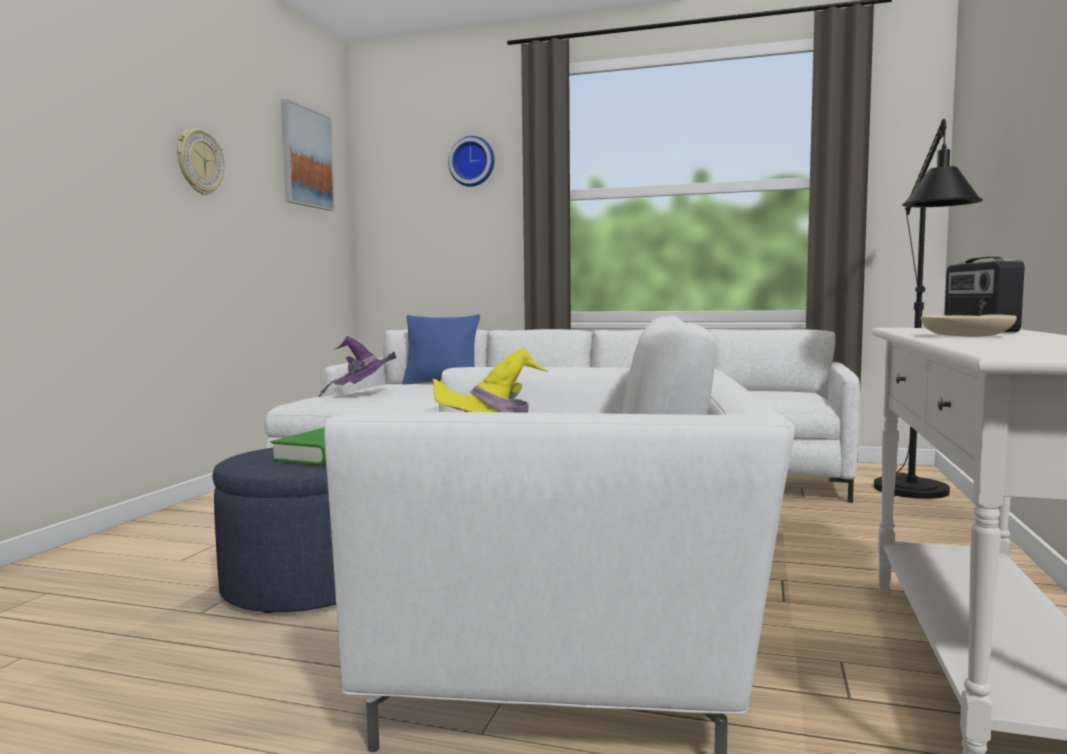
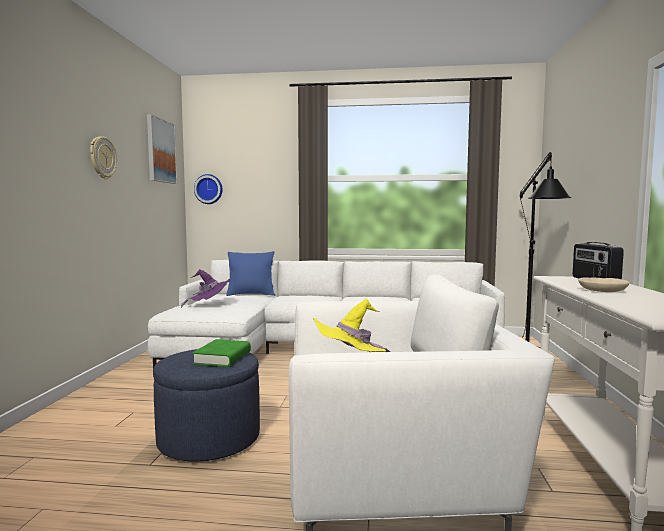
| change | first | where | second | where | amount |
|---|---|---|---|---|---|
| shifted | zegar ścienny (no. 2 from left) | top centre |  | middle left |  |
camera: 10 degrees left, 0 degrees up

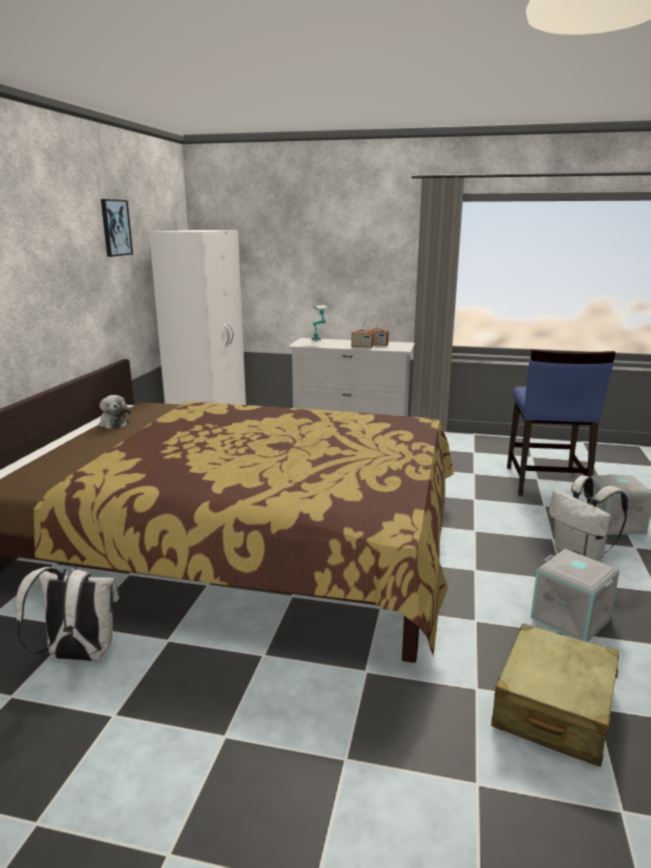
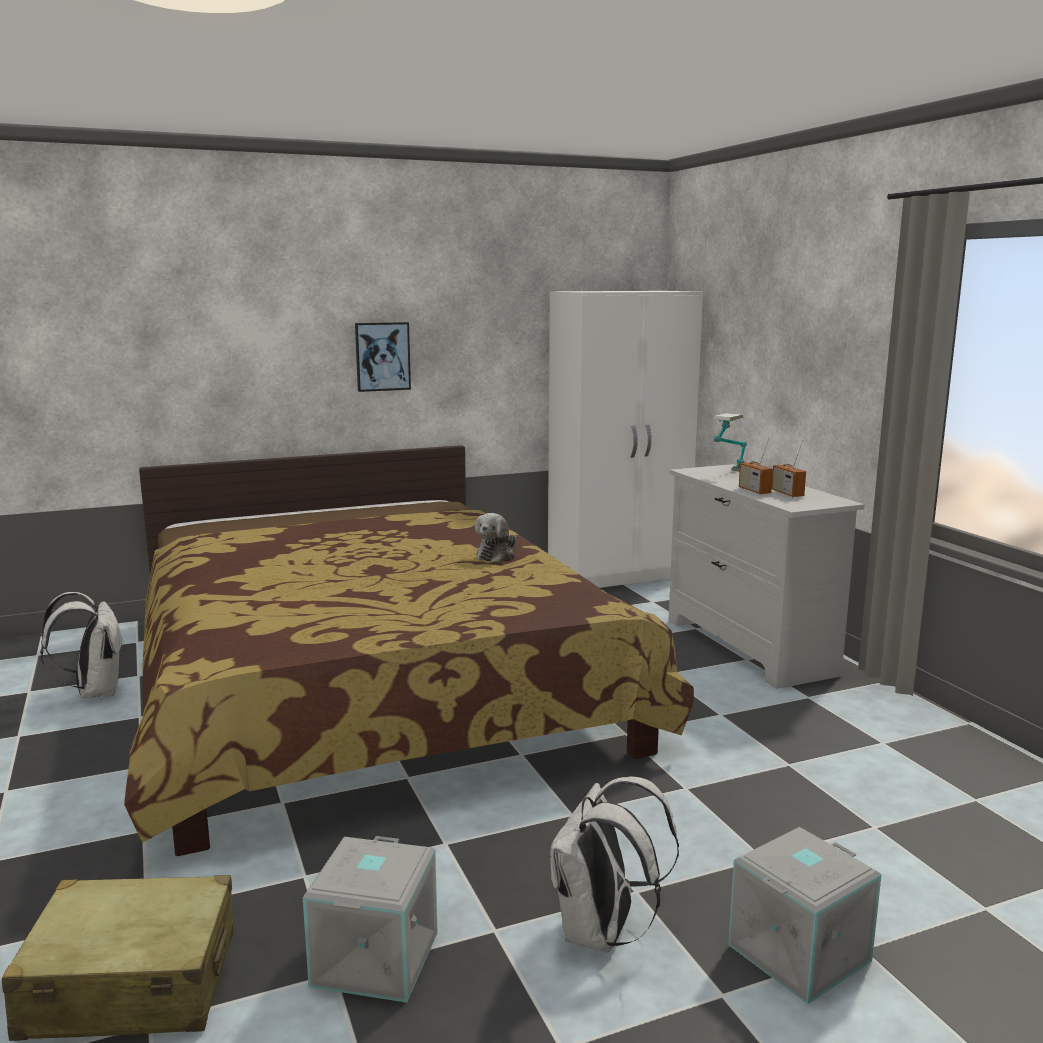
| change | first | where | second | where | amount |
|---|---|---|---|---|---|
| shifted | obraz | top left |  | centre |  |
| gone | krzesło [niebieski] | middle right |  |  |  |
| shifted | pluszak | middle left |  | centre |  |
camera: 55 degrees right, 5 degrees down

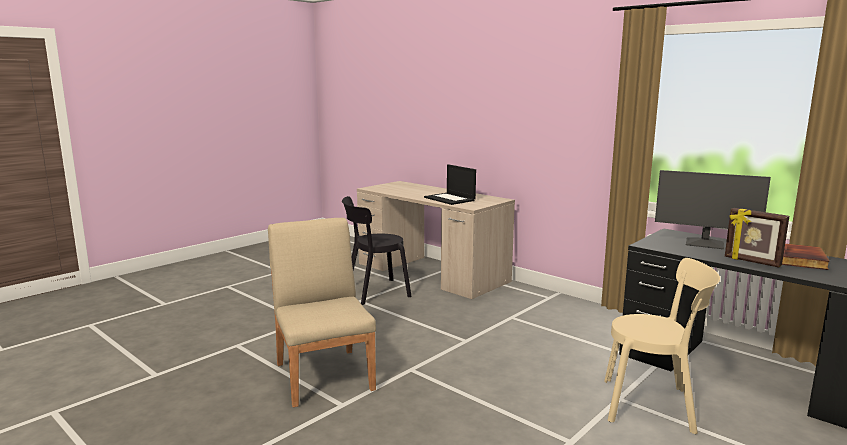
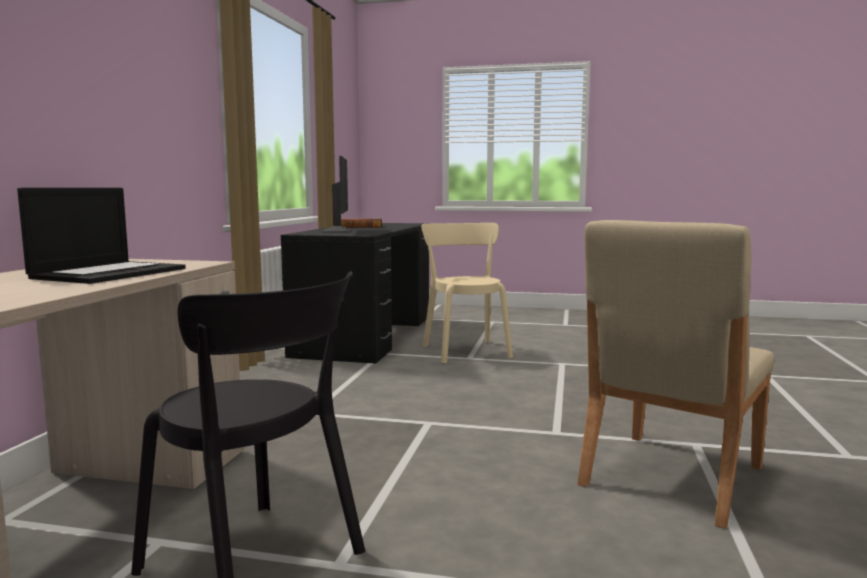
| change | first | where | second | where | amount |
|---|---|---|---|---|---|
| gone | ramka na zdjęcie | middle right |  |  |  |
camera: 120 degrees left, 5 degrees down

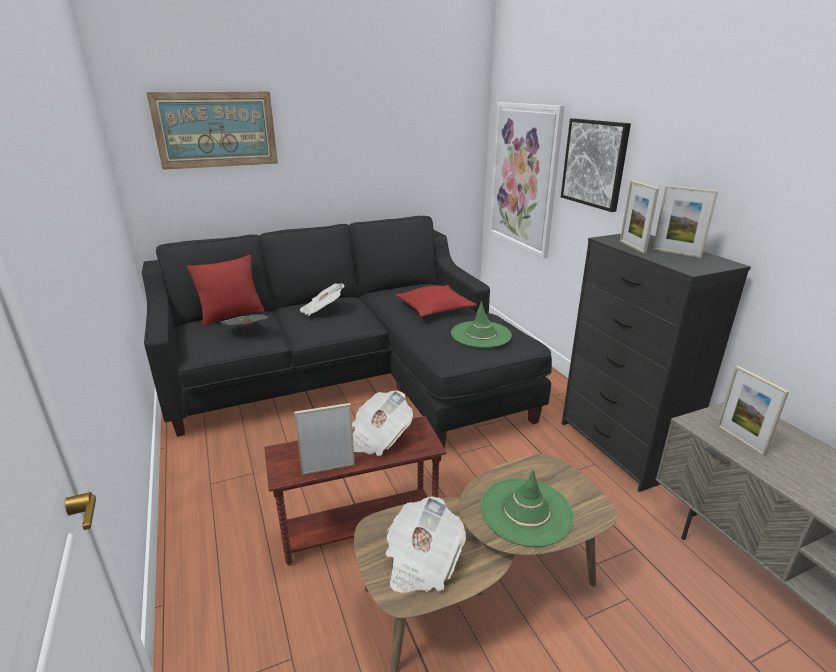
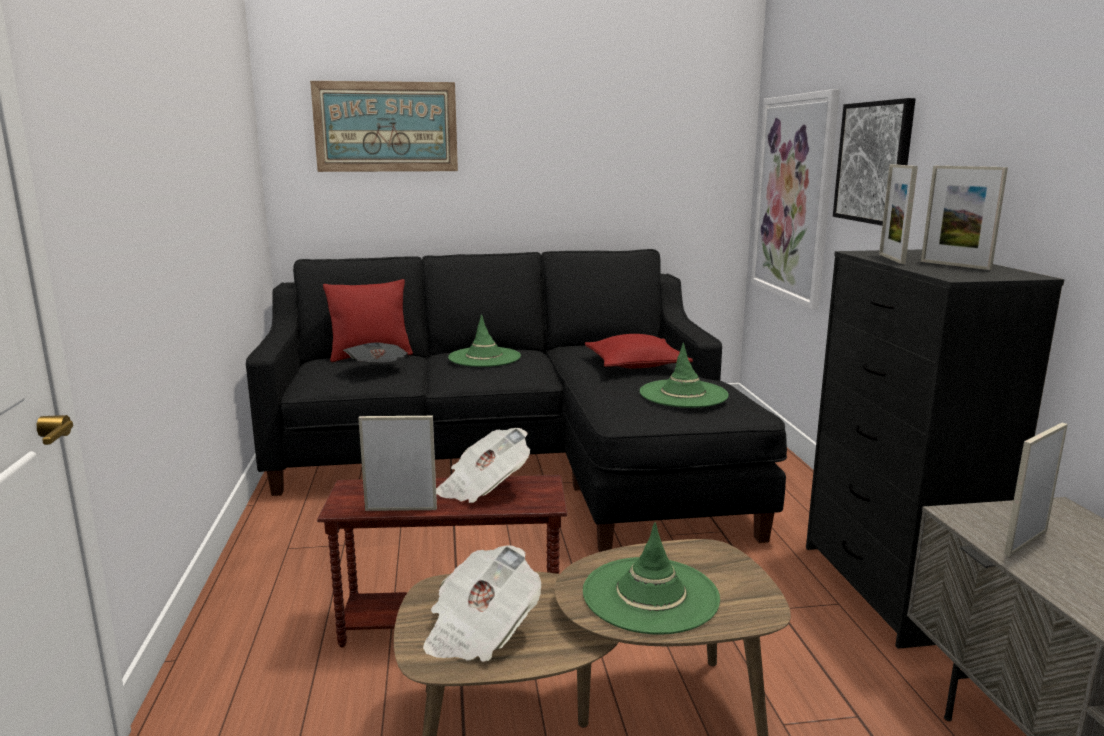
| change | first | where | second | where | amount |
|---|---|---|---|---|---|
| swapped | gazeta (no. 2 from left) | centre | kapelusz [zielony] (no. 1 from left) | centre |  |
| rotated | ramka na zdjęcie (no. 4 from left) | middle right |  | middle right | 60 degrees clockwise |
camera: 15 degrees right, 10 degrees down

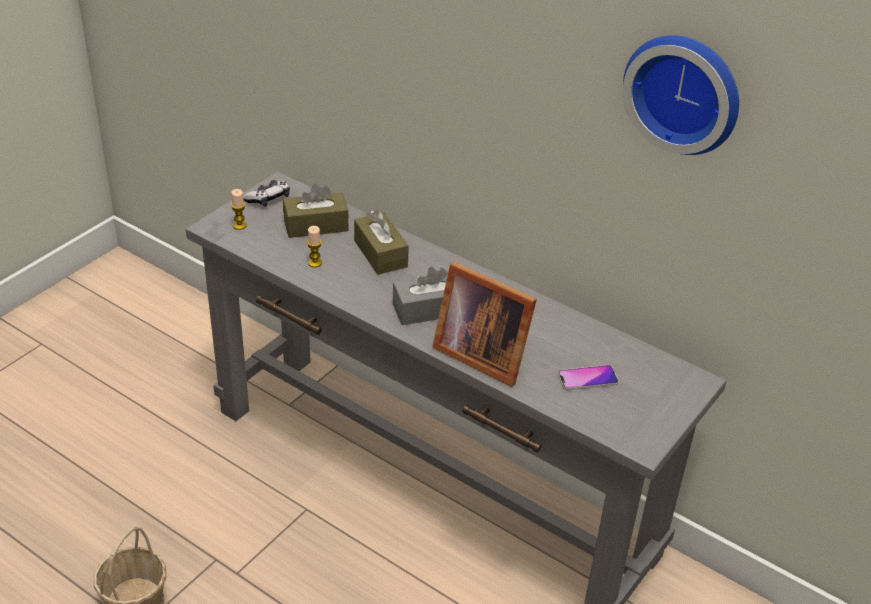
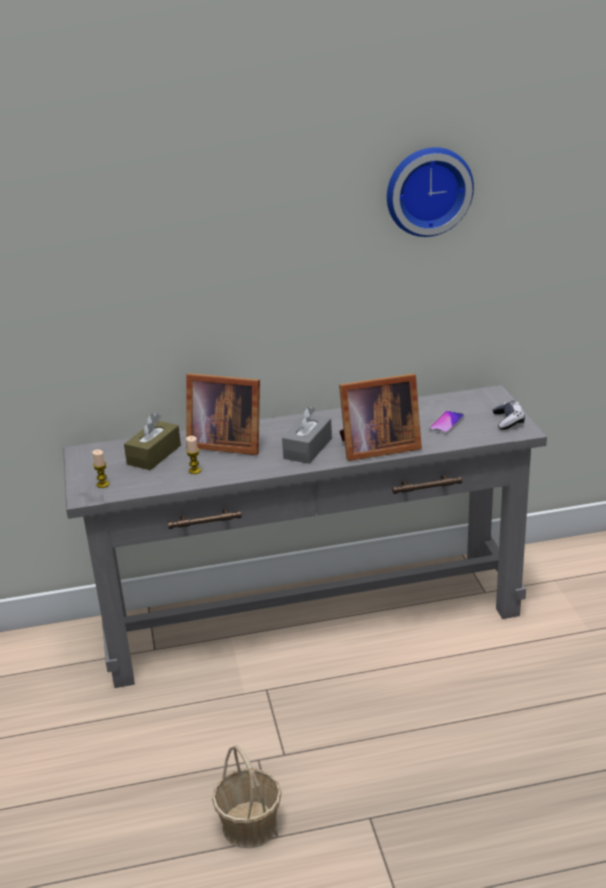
| change | first | where | second | where | amount |
|---|---|---|---|---|---|
| shifted | pad do gier | top left |  | middle right |  |
| swapped | pudełko chusteczek [brązowy] (no. 2 from left) | centre | ramka na zdjęcie (no. 1 from left) | centre |  |
camera: 45 degrees left, 10 degrees down

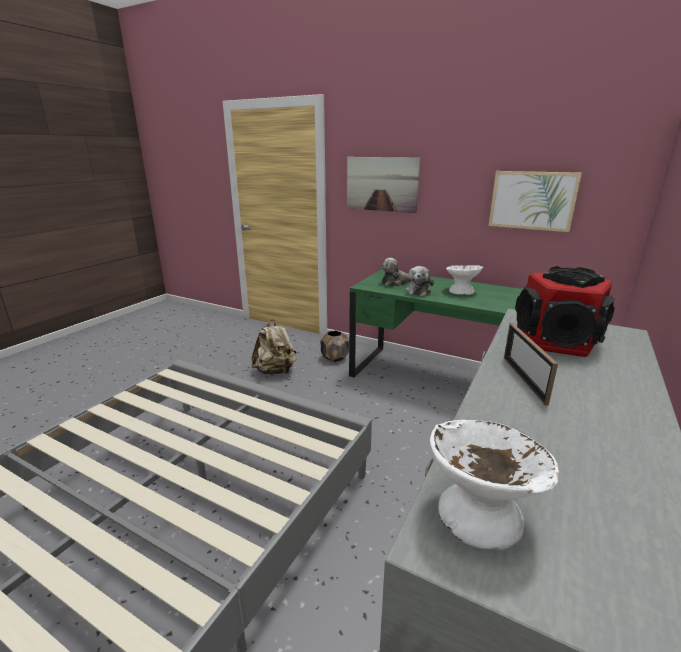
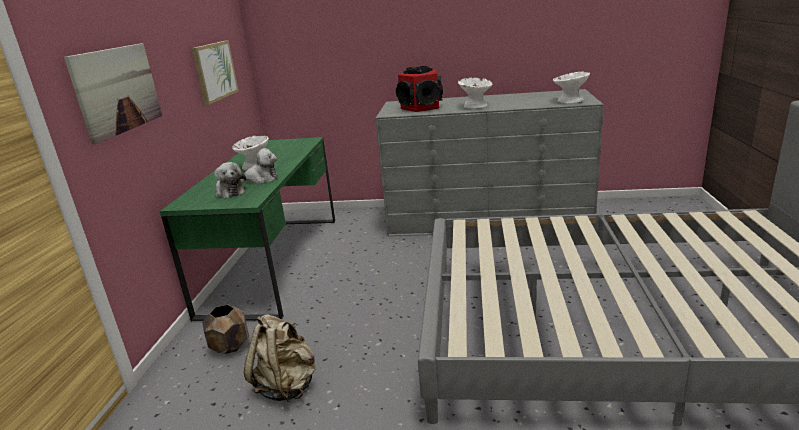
| change | first | where | second | where | amount |
|---|---|---|---|---|---|
| swapped | ramka na zdjęcie | middle right | miska [biały] (no. 2 from left) | top centre |  |
camera: 110 degrees left, 0 degrees up

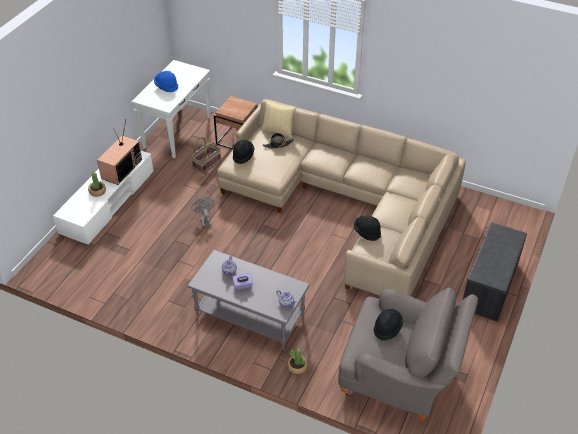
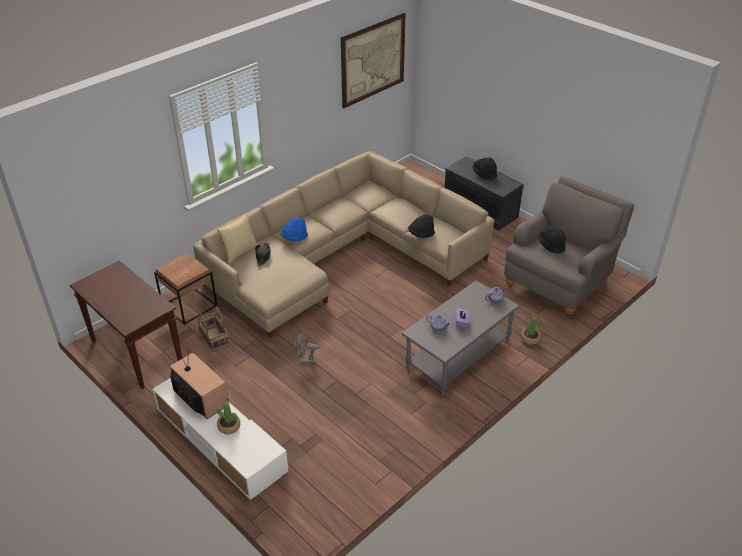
| change | first | where | second | where | amount |
|---|---|---|---|---|---|
| repainted | stolik konsolowy [biały] | top left | stolik konsolowy [brązowy] | middle left |  |
| shifted | kapelusz [niebieski] | top left |  | centre |  |
| shifted | kapelusz [czarny] (no. 1 from left in the first image) | centre | kapelusz [czarny] (no. 3 from left) | top centre |  |
| new |  |  | obraz | top centre |  |
camera: 70 degrees left, 5 degrees down

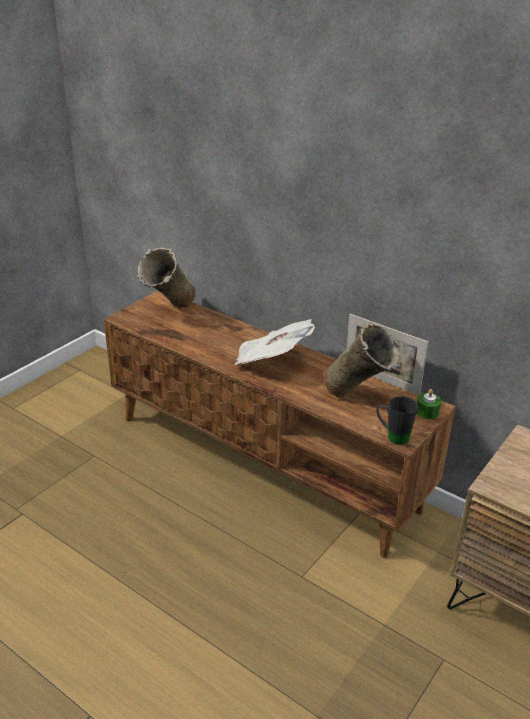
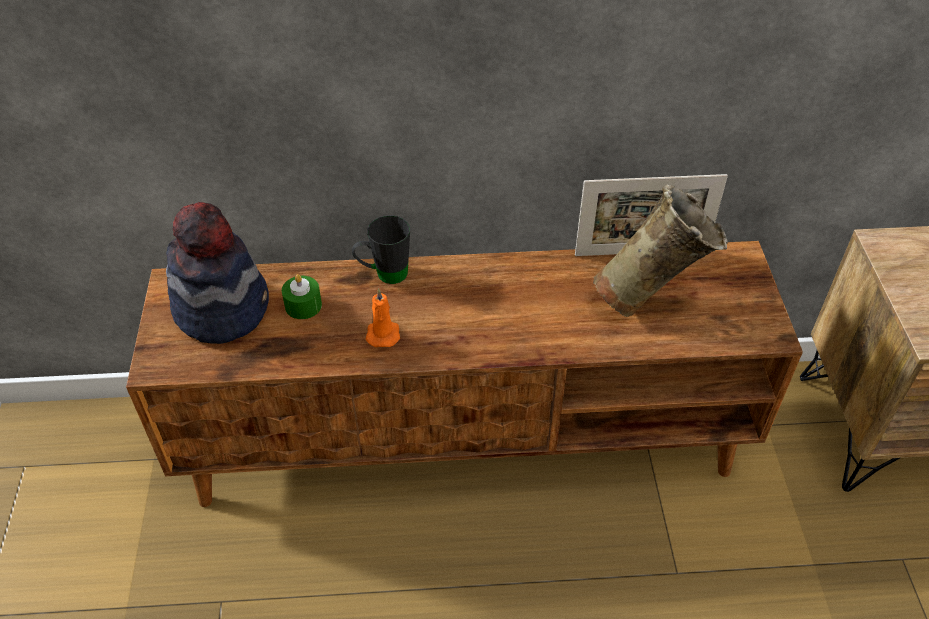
| change | first | where | second | where | amount |
|---|---|---|---|---|---|
| swapped | wazon [beżowy] (no. 1 from left) | middle left | kapelusz | middle left |  |
| gone | gazeta | centre |  |  |  |
| shifted | świeca [zielony] | middle right |  | middle left |  |
| shifted | kubek [czarny] | middle right |  | centre |  |
| new |  |  | świeca [pomarańczowy] | centre |  |
camera: 40 degrees left, 15 degrees up

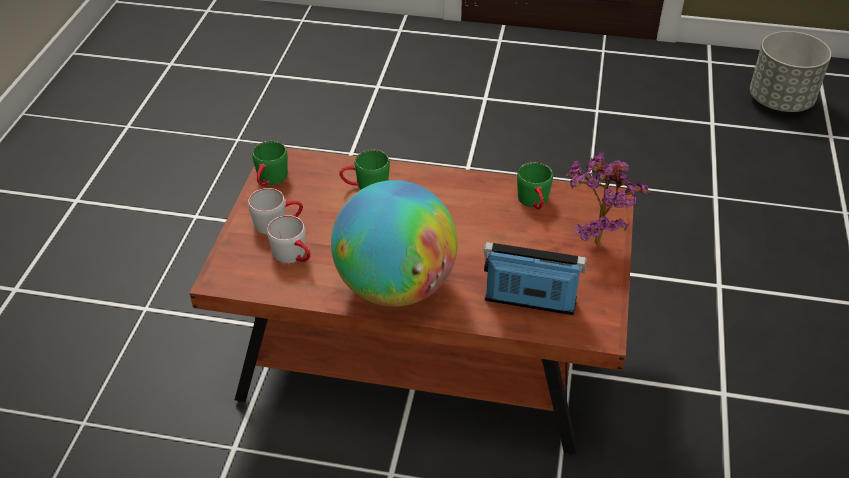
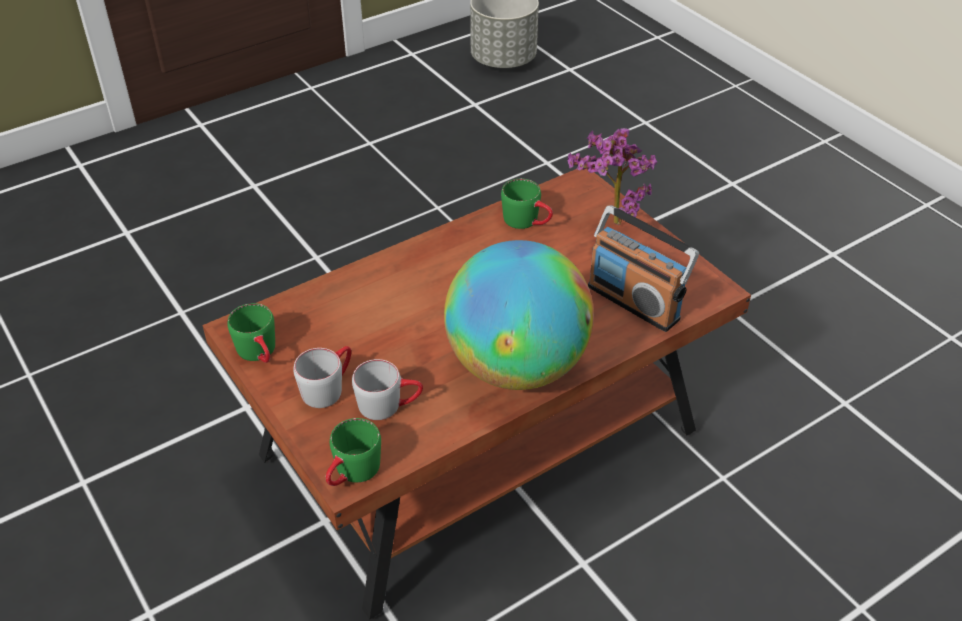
| change | first | where | second | where | amount |
|---|---|---|---|---|---|
| shifted | kubek [zielony] (no. 2 from left) | centre |  | bottom centre |  |
| rotated | radio | centre |  | middle right | 105 degrees counterclockwise |
camera: 45 degrees left, 0 degrees up

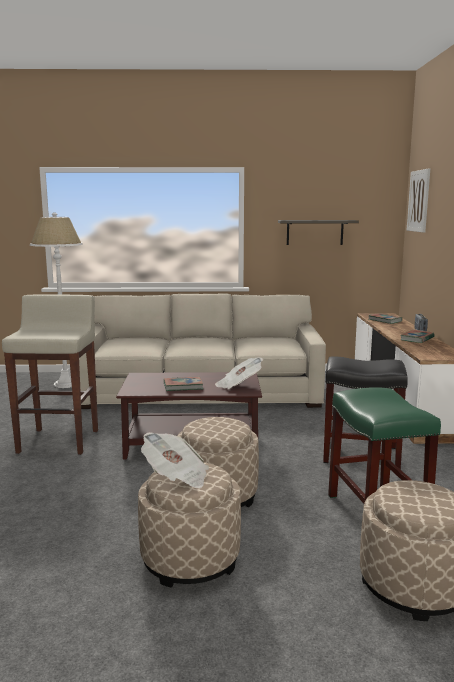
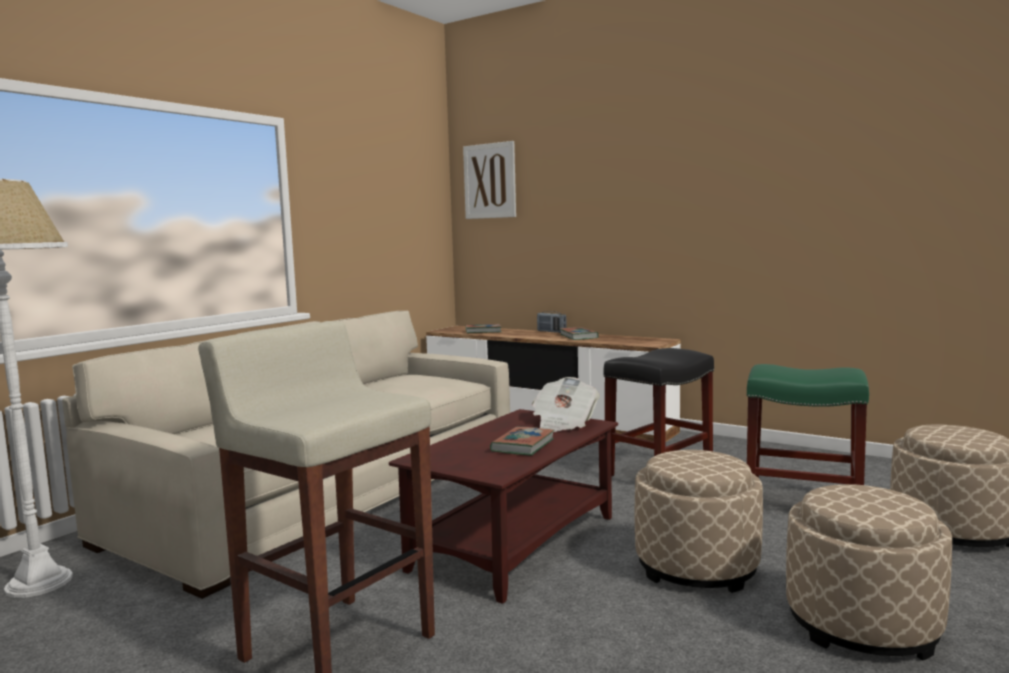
| change | first | where | second | where | amount |
|---|---|---|---|---|---|
| gone | półka | middle right |  |  |  |
| gone | gazeta (no. 1 from left) | bottom centre |  |  |  |
camera: 55 degrees left, 5 degrees down

